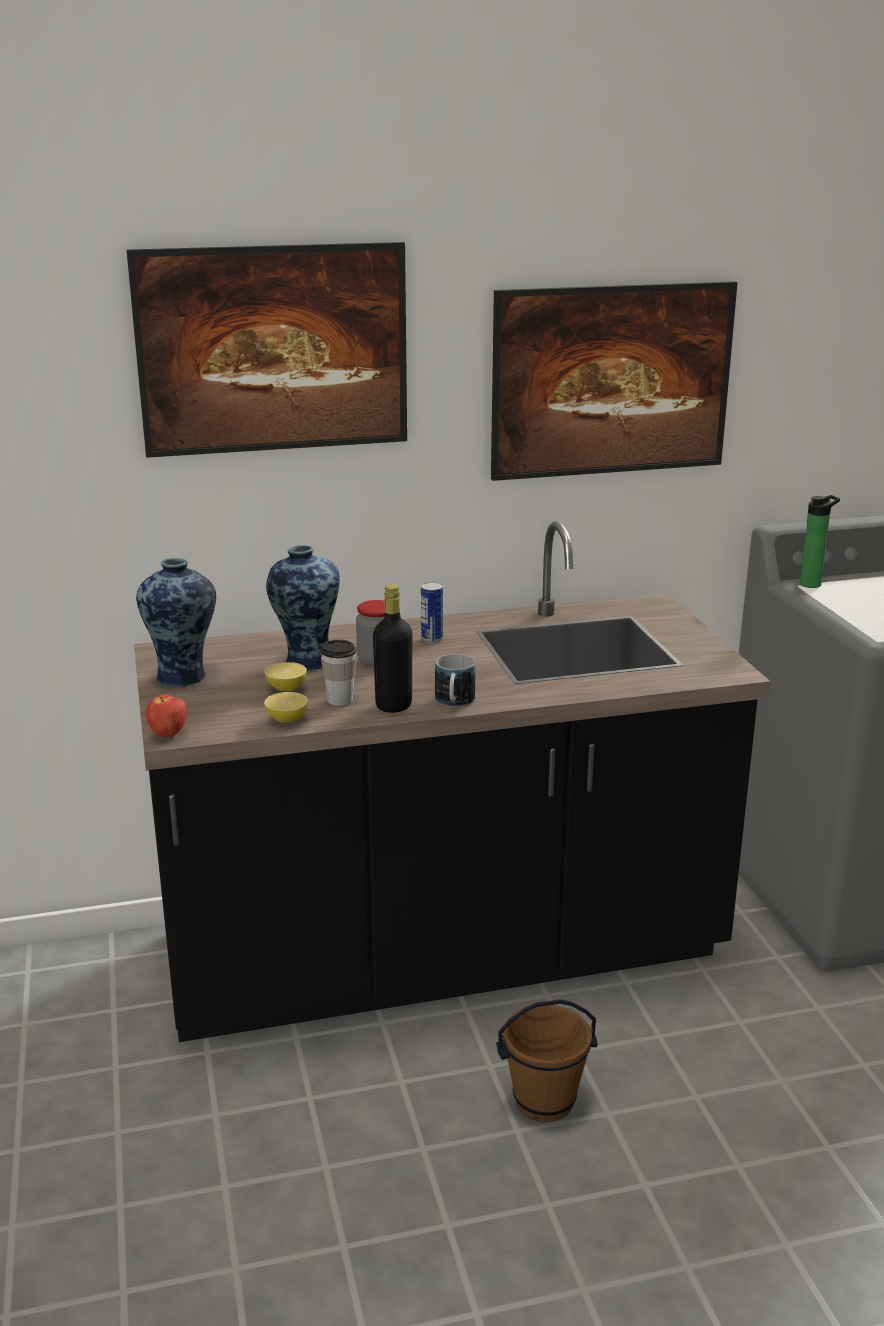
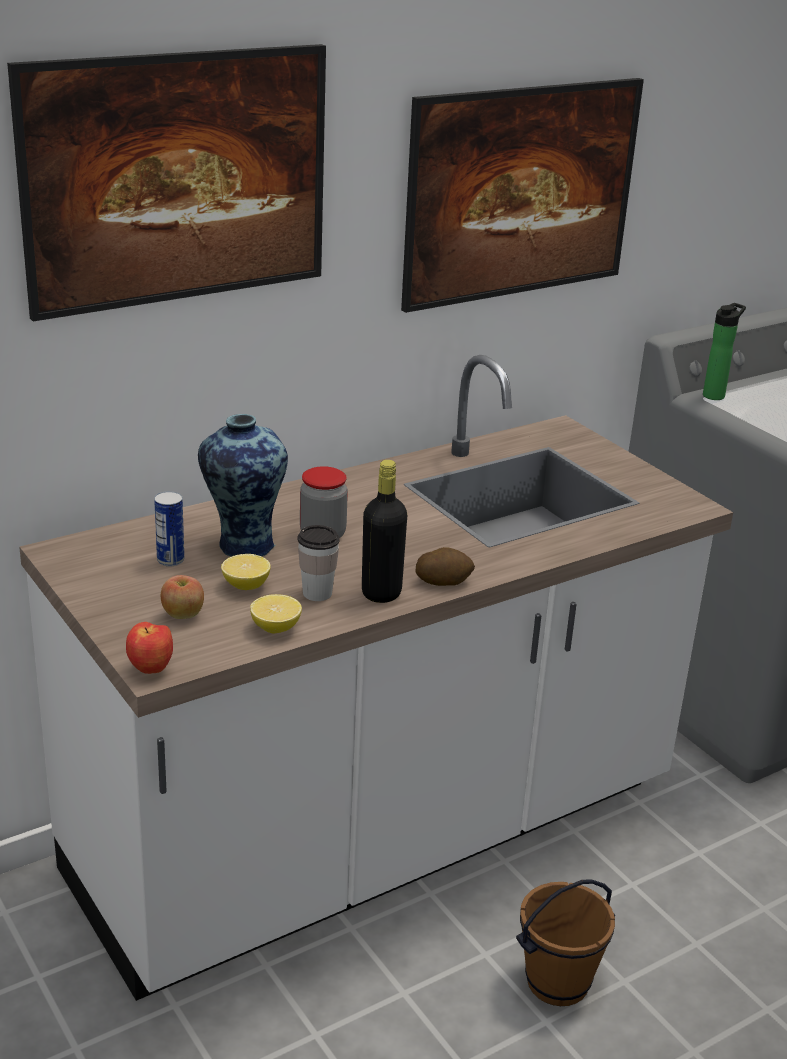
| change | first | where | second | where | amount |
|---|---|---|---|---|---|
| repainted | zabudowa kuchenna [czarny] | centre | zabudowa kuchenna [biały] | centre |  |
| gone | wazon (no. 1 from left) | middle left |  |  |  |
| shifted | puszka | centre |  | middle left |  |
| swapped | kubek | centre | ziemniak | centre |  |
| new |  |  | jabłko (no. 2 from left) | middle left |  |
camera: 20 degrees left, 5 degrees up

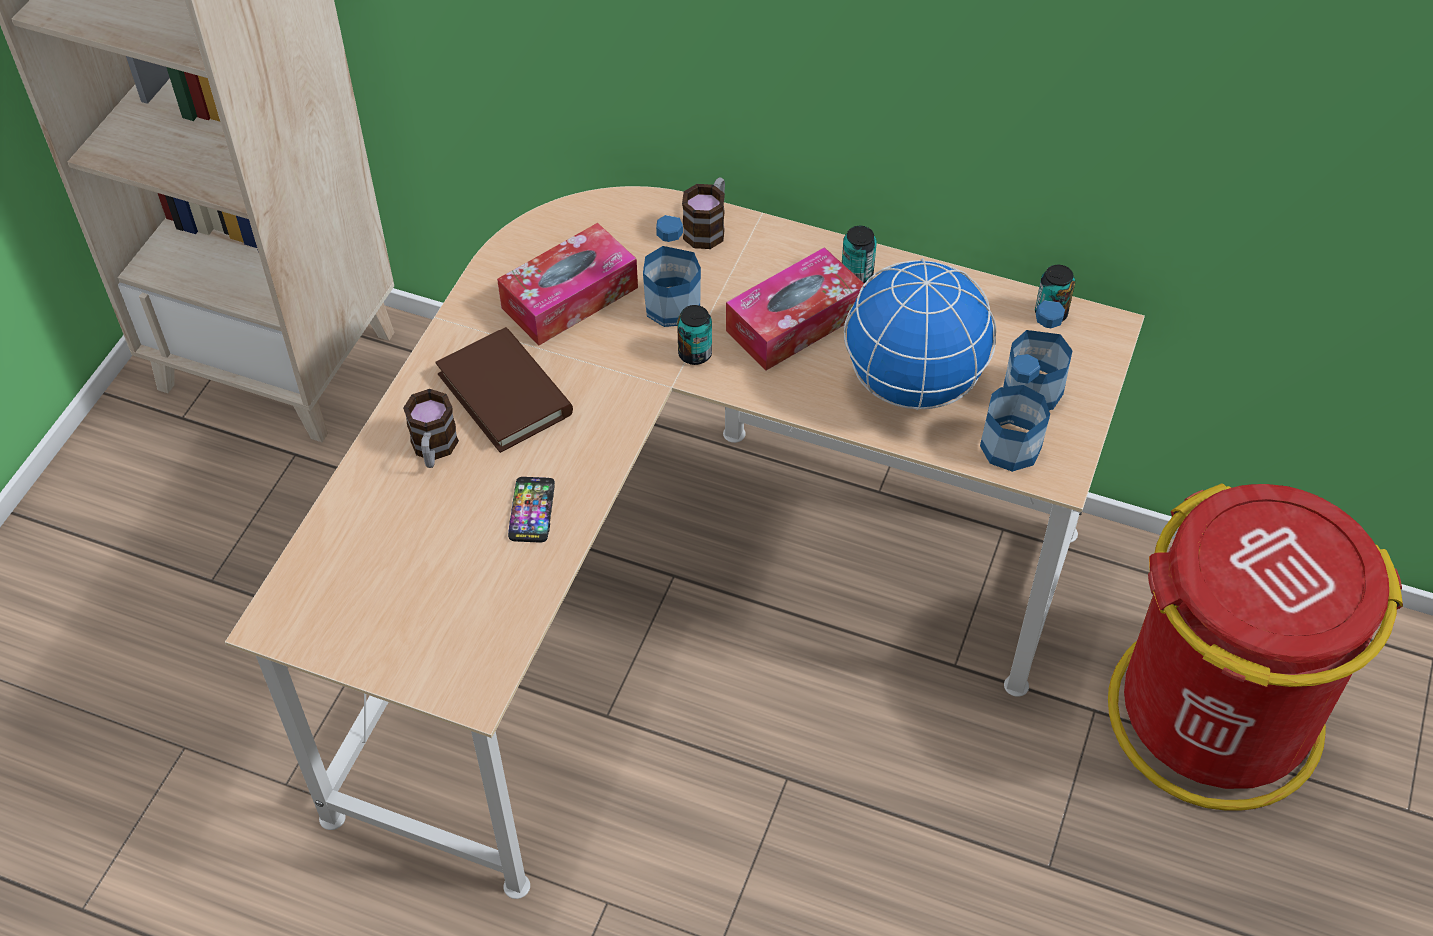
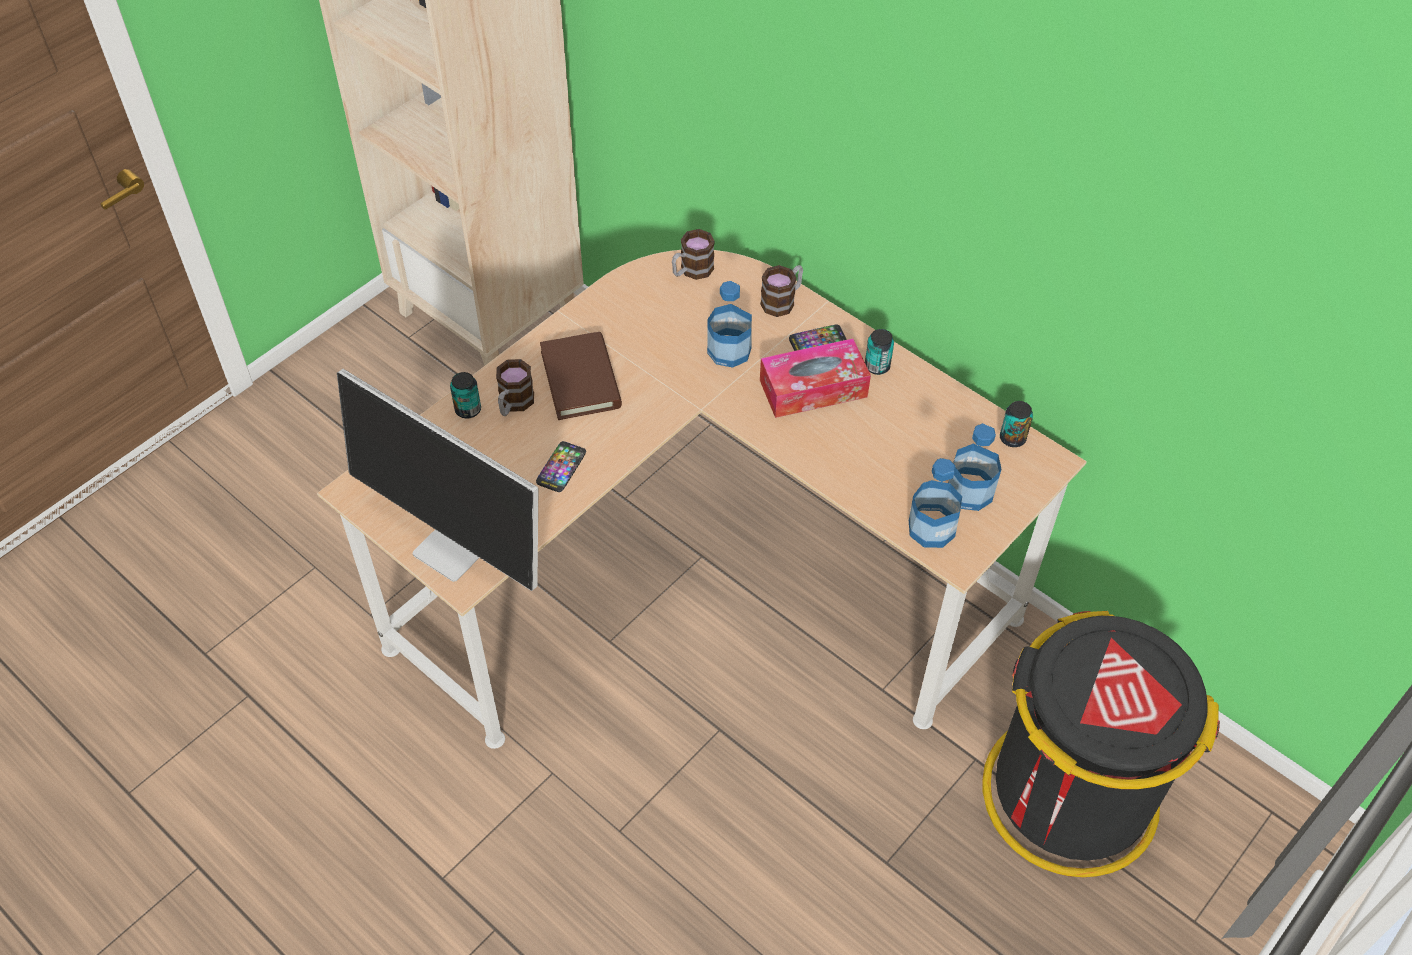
| change | first | where | second | where | amount |
|---|---|---|---|---|---|
| gone | pudełko chusteczek (no. 1 from left) | top centre |  |  |  |
| gone | globus | centre |  |  |  |
| shifted | puszka (no. 1 from left) | centre |  | middle left |  |
| repainted | kosz na śmieci [czerwony] | bottom right | kosz na śmieci [czarny] | bottom right |  |
| new |  |  | kubek (no. 2 from left) | top centre |  |
| new |  |  | telefon (no. 2 from left) | centre |  |
| new |  |  | monitor | middle left |  |
camera: 20 degrees right, 0 degrees up

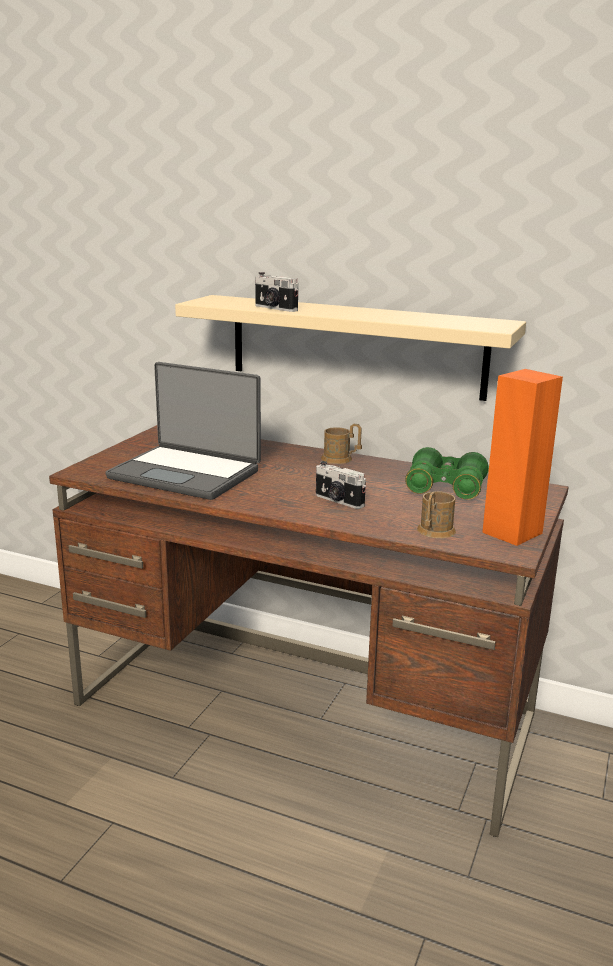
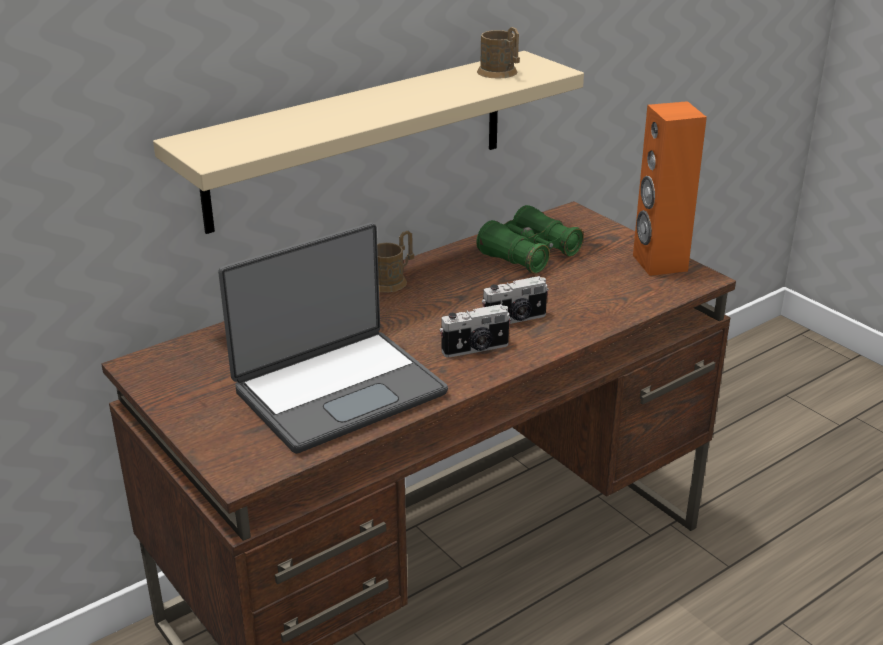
| change | first | where | second | where | amount |
|---|---|---|---|---|---|
| shifted | aparat fotograficzny (no. 1 from left) | top centre |  | centre |  |
| shifted | kubek [brązowy] (no. 2 from left) | middle right |  | top centre |  |
camera: 60 degrees left, 10 degrees up

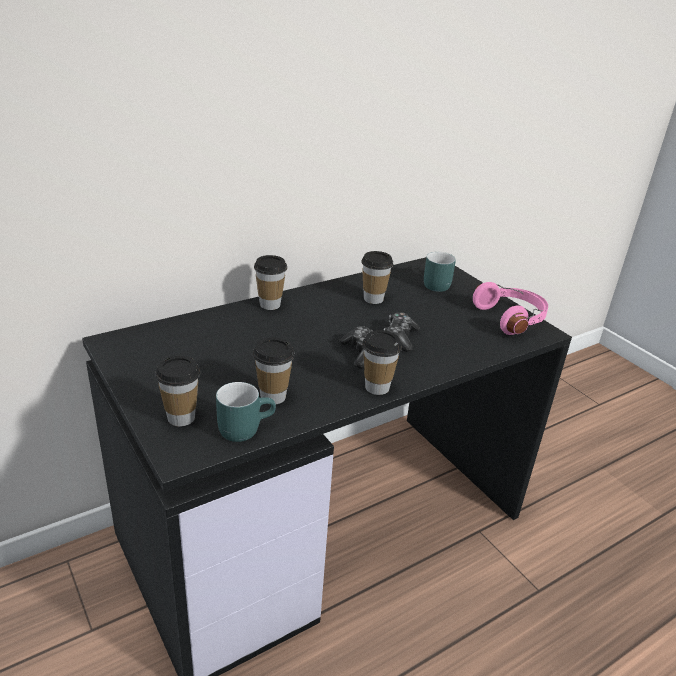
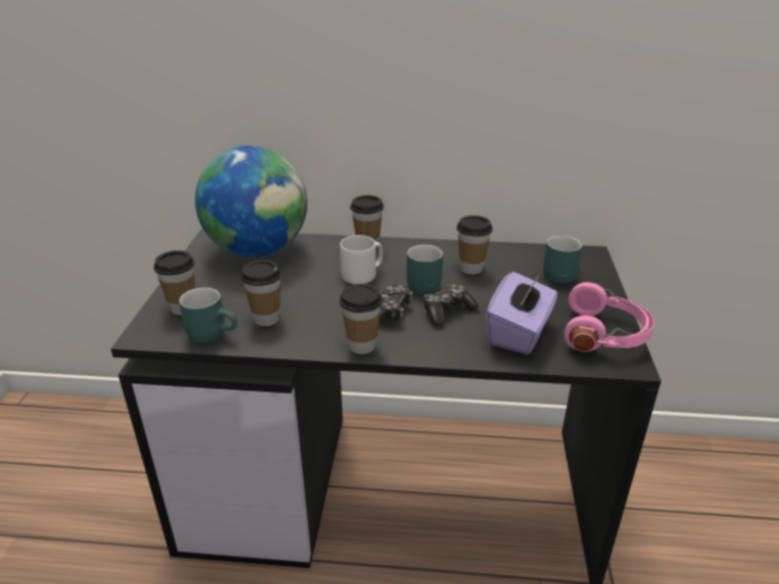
| change | first | where | second | where | amount |
|---|---|---|---|---|---|
| new |  |  | globus | middle left |  |
| new |  |  | kubek [szary] | centre |  |
| new |  |  | kubek [turkusowy] (no. 2 from left) | centre |  |
| new |  |  | pudełko chusteczek [fioletowy] | middle right |  |
camera: 40 degrees right, 0 degrees up

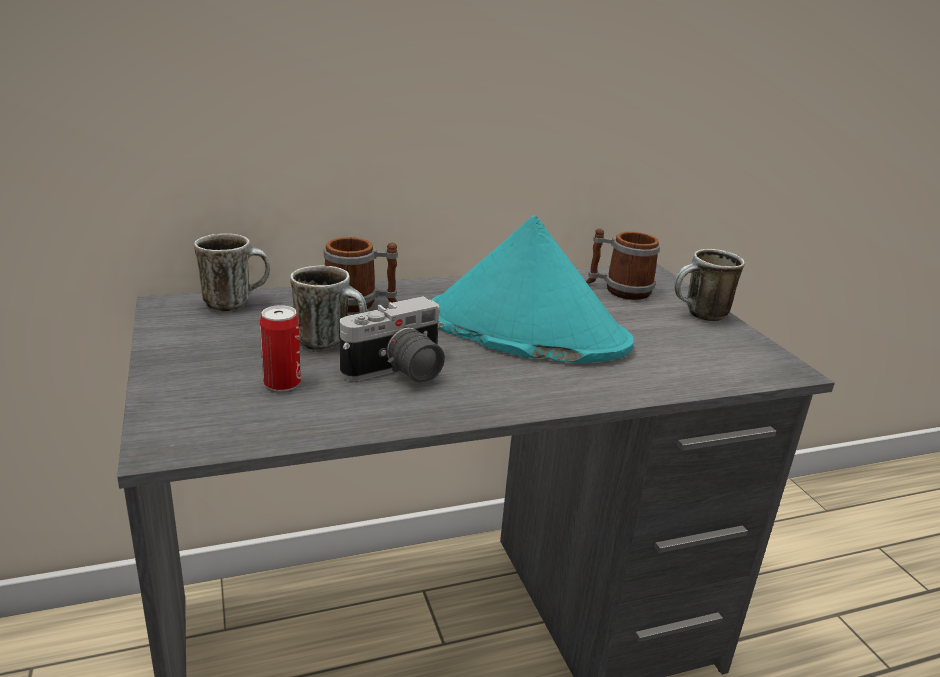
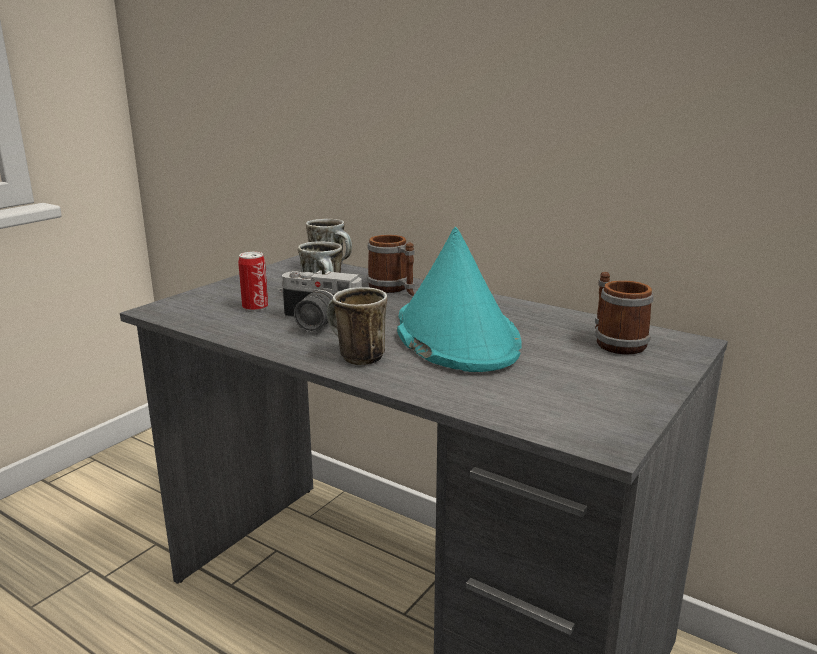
| change | first | where | second | where | amount |
|---|---|---|---|---|---|
| shifted | kubek (no. 5 from left in the first image) | middle right | kubek (no. 3 from left) | centre |  |
camera: 55 degrees right, 5 degrees down

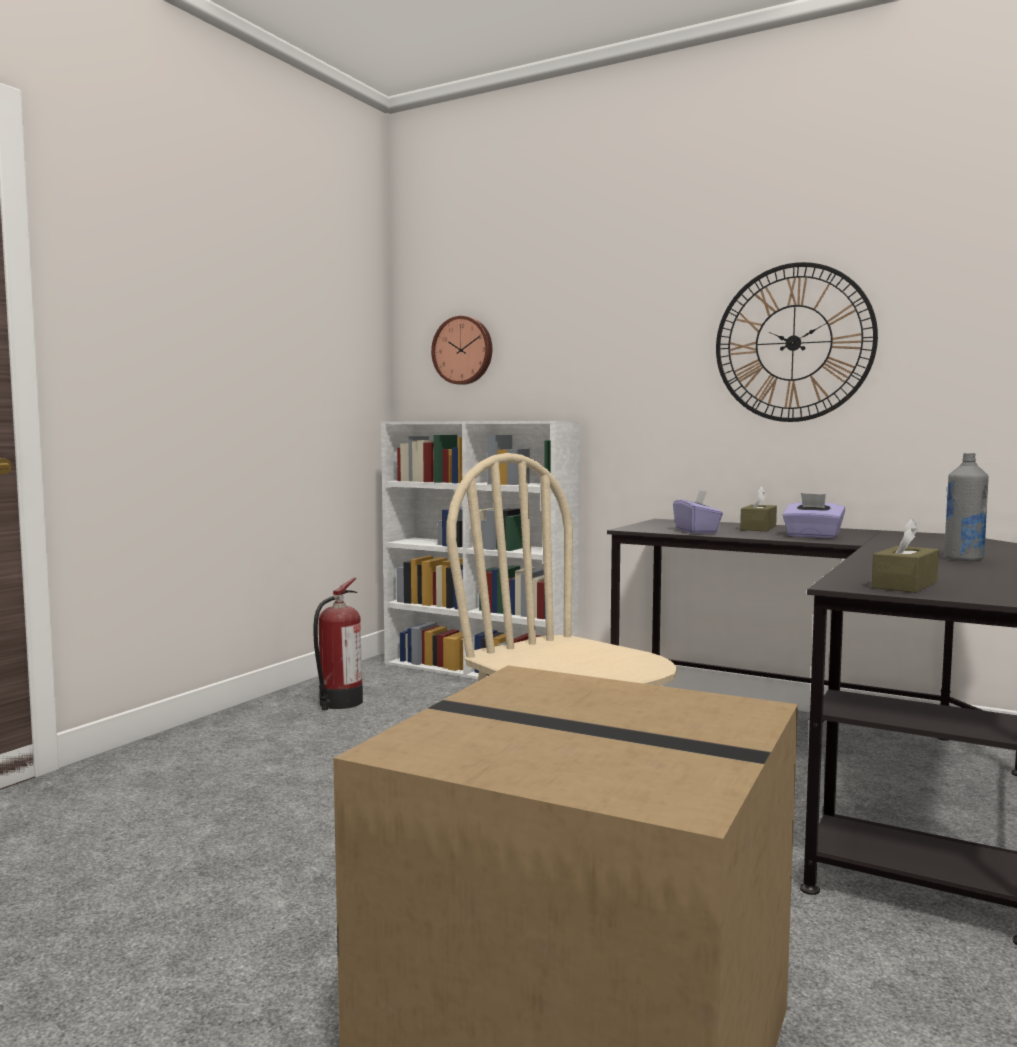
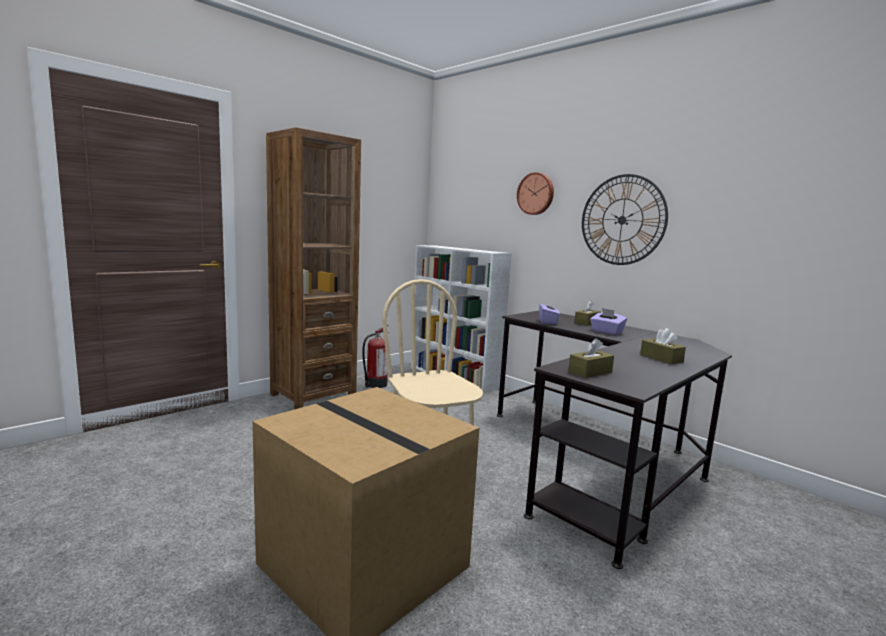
| change | first | where | second | where | amount |
|---|---|---|---|---|---|
| shifted | zegar ścienny (no. 1 from left) | centre |  | top centre |  |
| swapped | butelka [szary] | middle right | pudełko chusteczek [brązowy] (no. 3 from left) | middle right |  |
| new |  |  | regał [brązowy] | centre |  |
camera: 15 degrees right, 5 degrees up

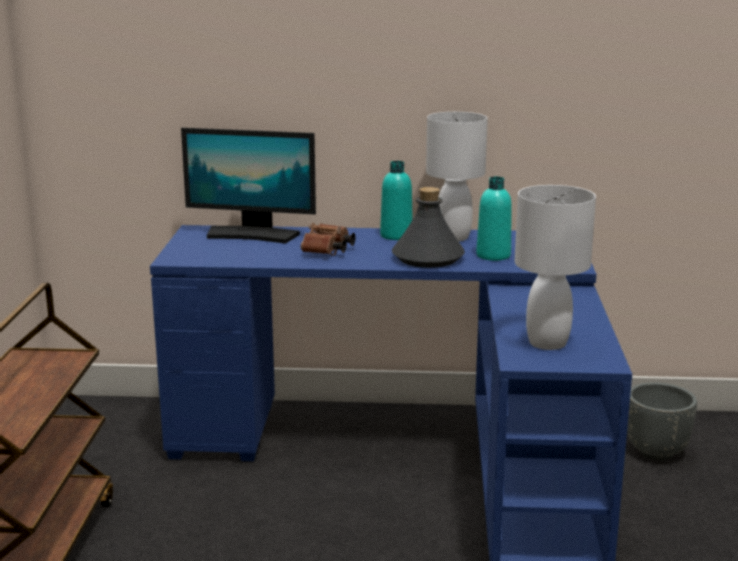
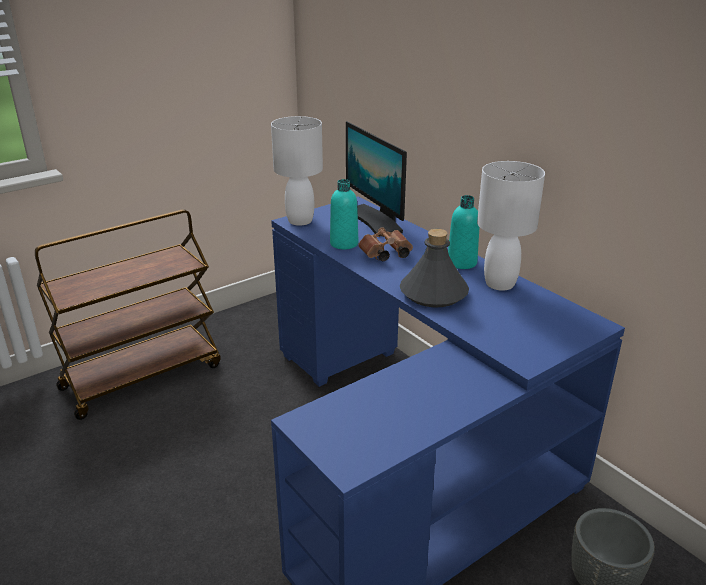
| change | first | where | second | where | amount |
|---|---|---|---|---|---|
| shifted | butelka [turkusowy] (no. 2 from left in the first image) | middle right | butelka [turkusowy] (no. 1 from left) | centre |  |
| shifted | lampa stołowa [biały] (no. 2 from left in the first image) | middle right | lampa stołowa [biały] (no. 1 from left) | top centre |  |
camera: 50 degrees right, 10 degrees up

